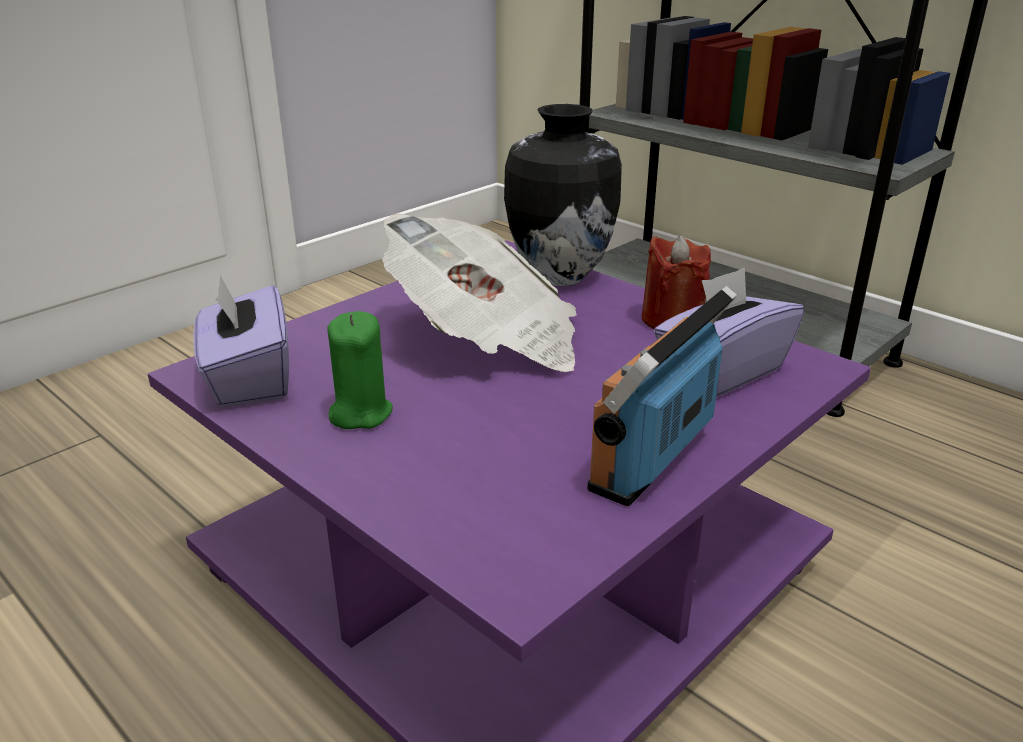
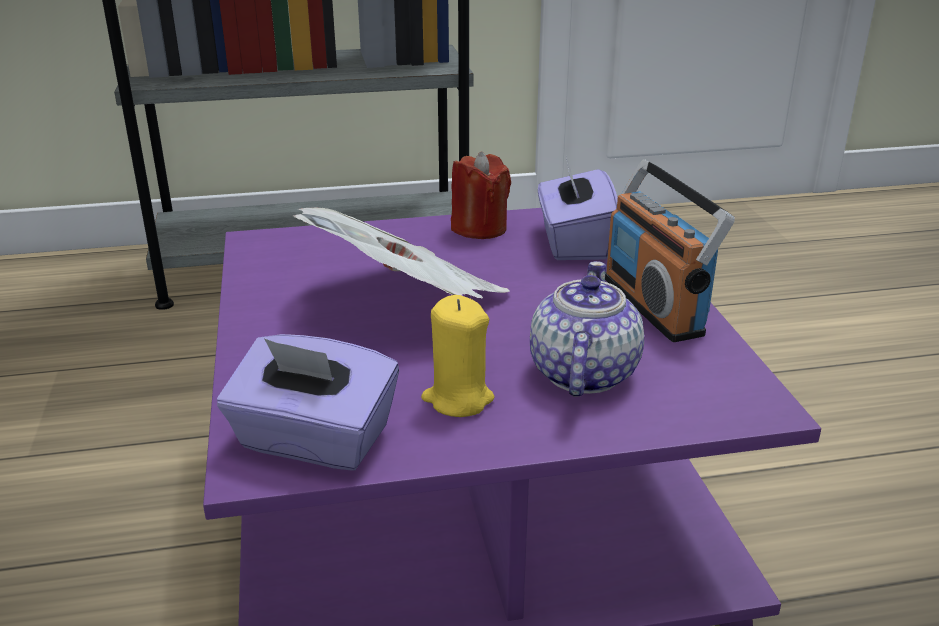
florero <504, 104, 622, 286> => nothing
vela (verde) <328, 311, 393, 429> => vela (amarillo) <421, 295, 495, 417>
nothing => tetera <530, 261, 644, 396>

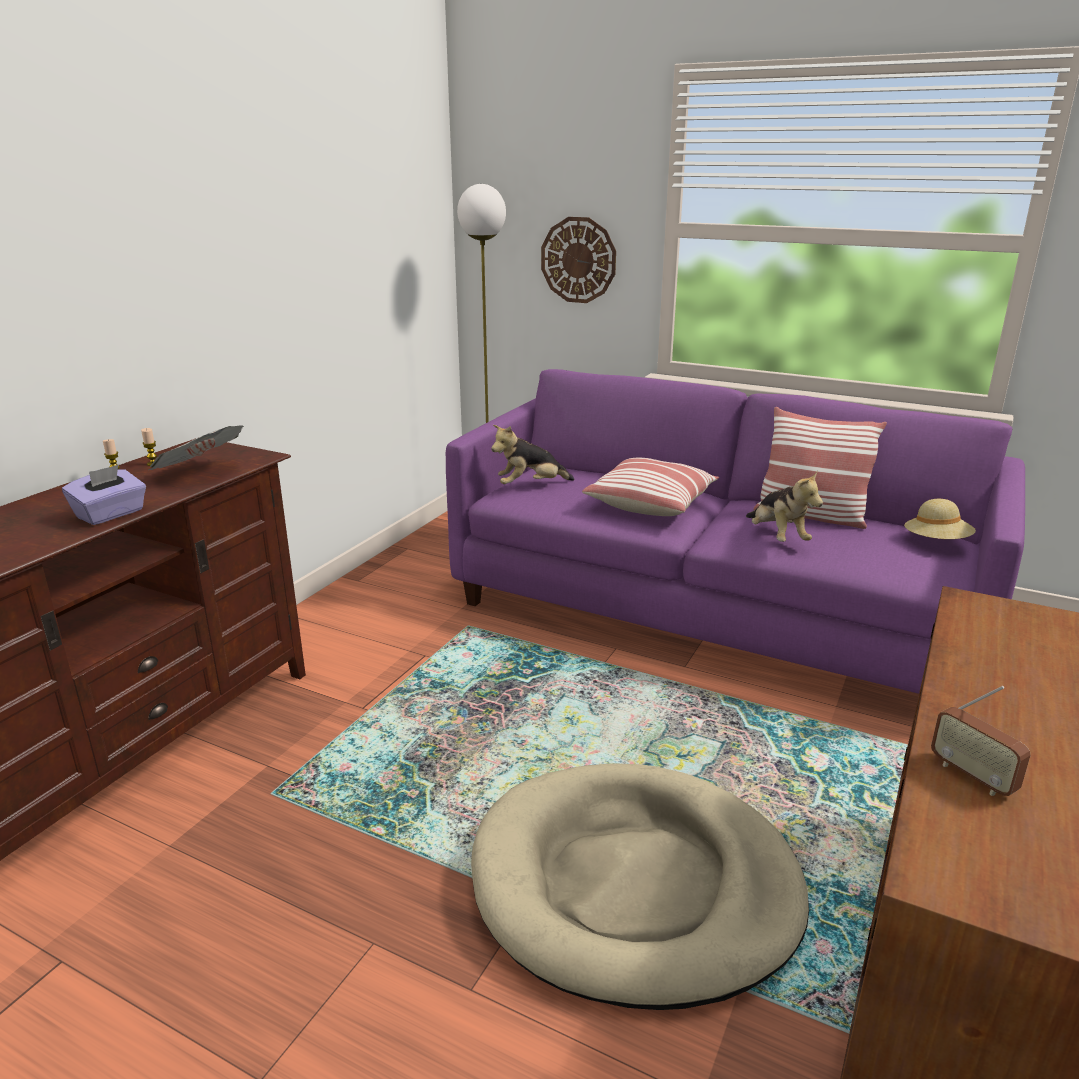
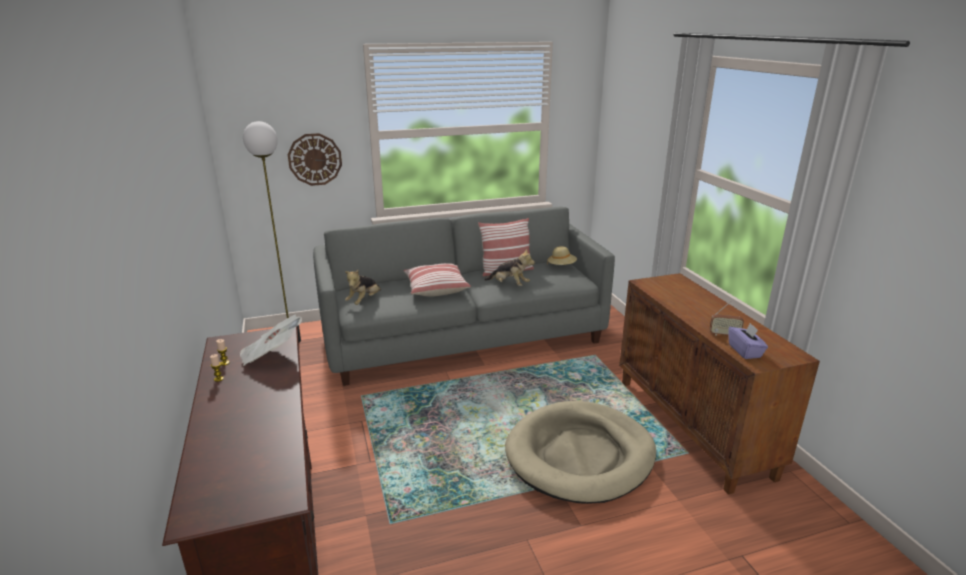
sofá (morado) <446, 369, 1025, 694> => sofá (gris) <313, 207, 615, 386>
caja de pañuelos (morado) <62, 465, 146, 525> => caja de pañuelos (morado) <728, 323, 768, 359>, move

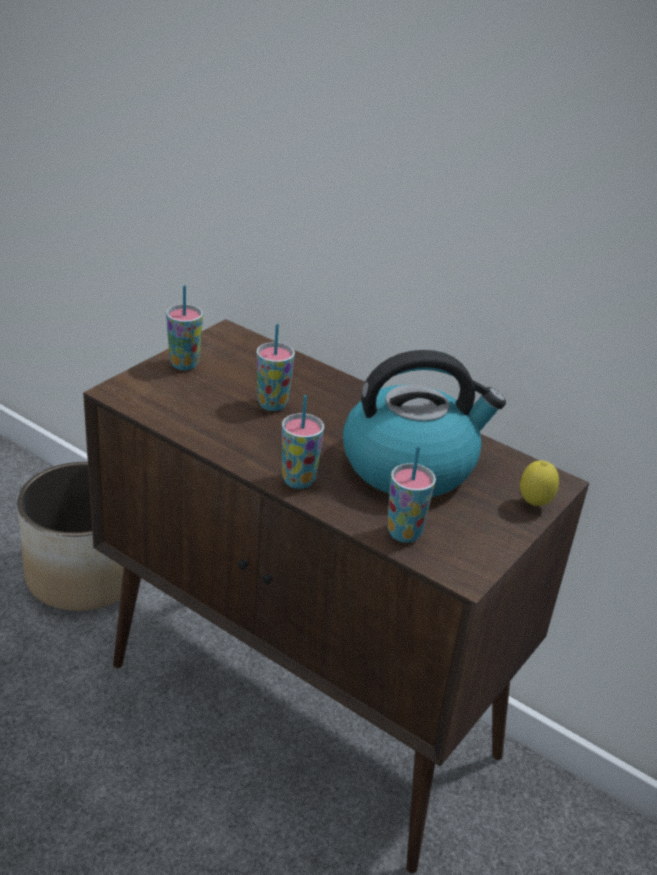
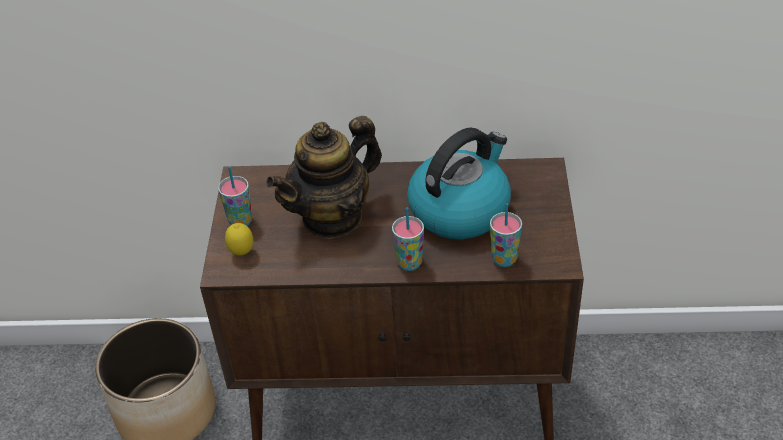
taza <256, 324, 295, 411> => tetera <266, 116, 382, 239>
limón <520, 460, 559, 506> => limón <225, 223, 254, 255>, move

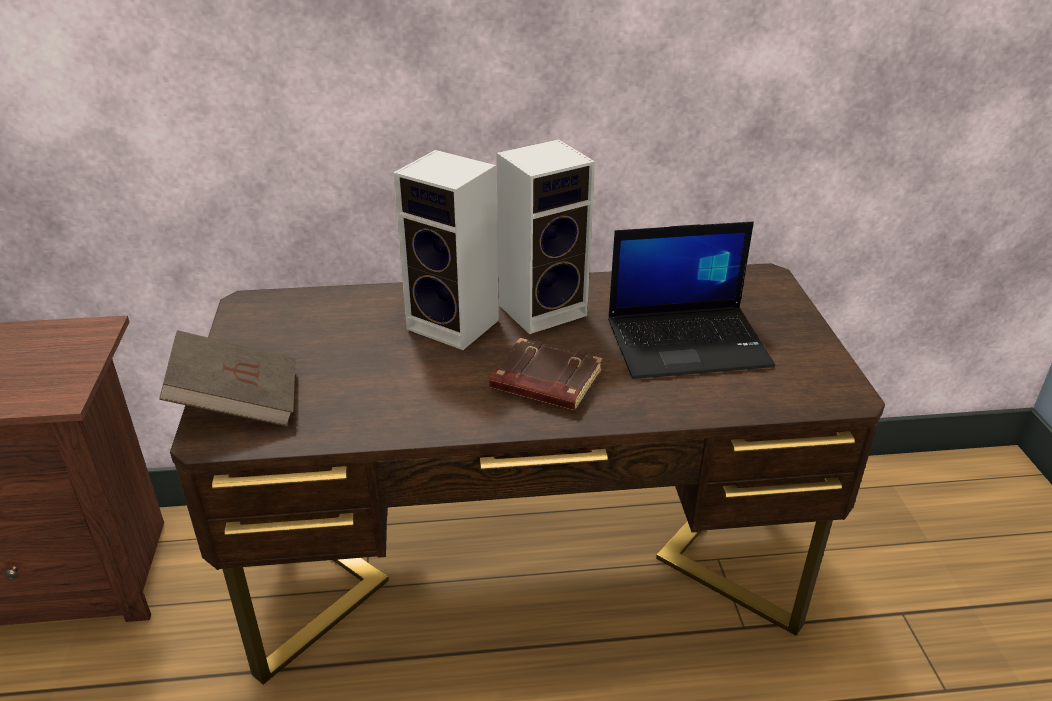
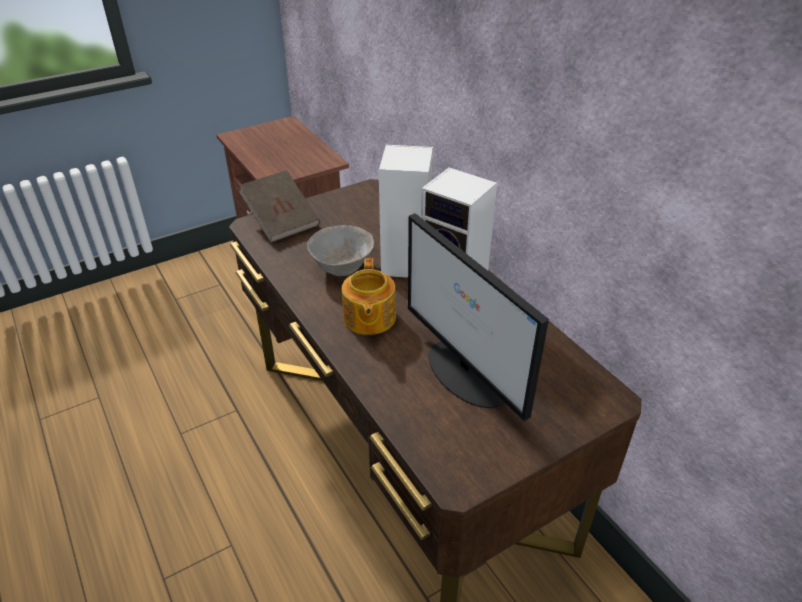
portátil <608, 221, 775, 379> => monitor <408, 213, 549, 421>
libro (marrón) <489, 338, 602, 410> => tetera <342, 258, 396, 335>
nothing => cuenco (gris) <307, 225, 374, 276>

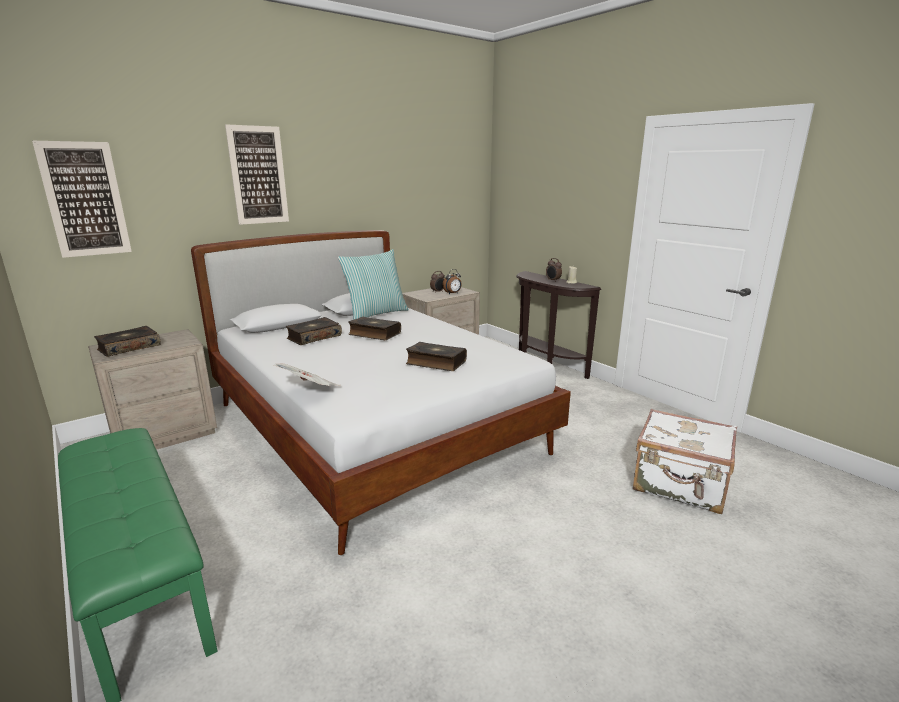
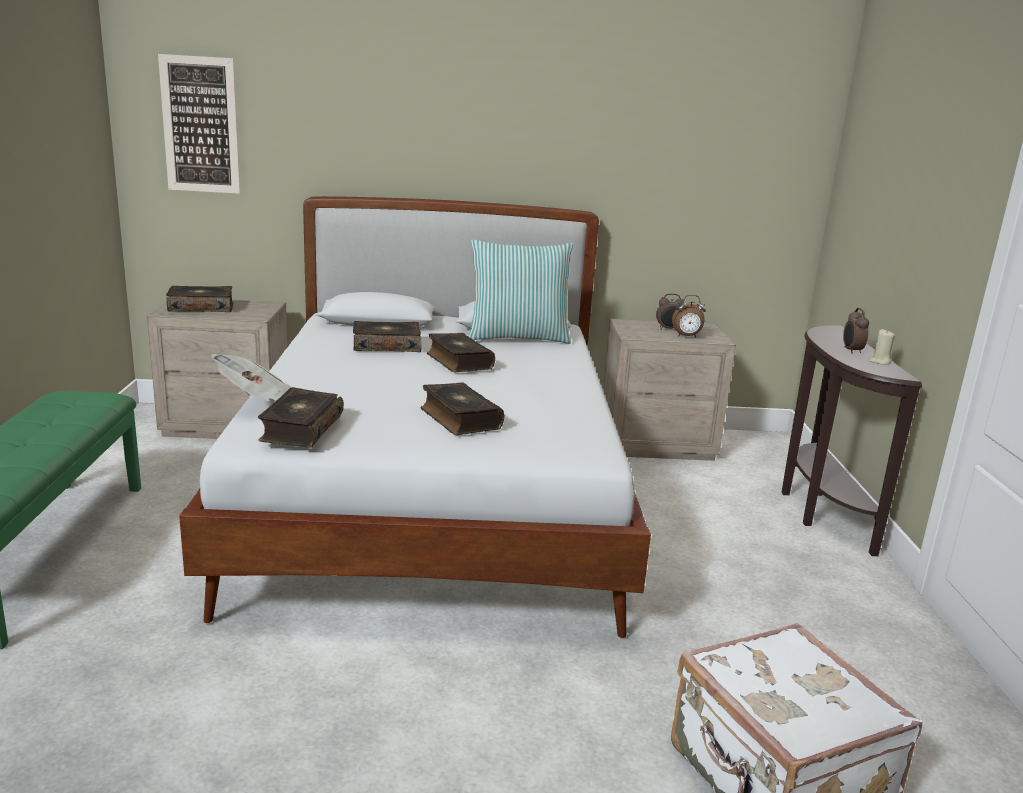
cuadro <225, 124, 289, 225> => nothing
nothing => libro <258, 387, 344, 448>

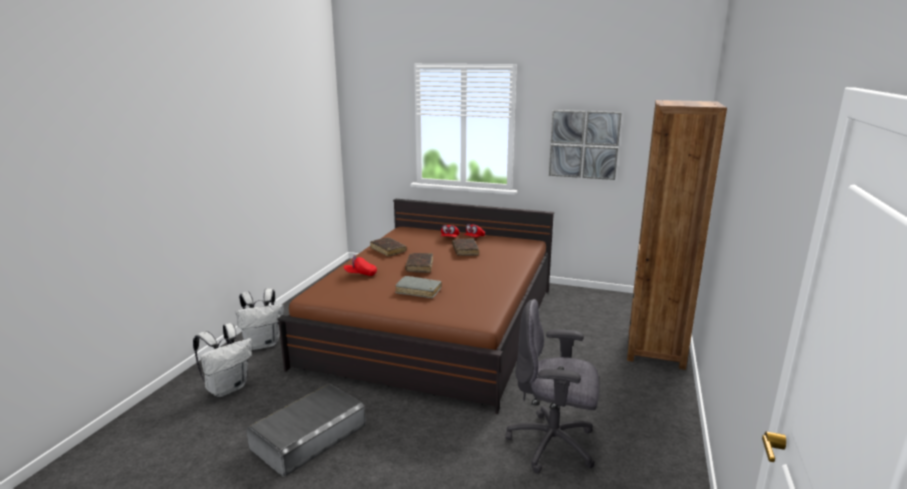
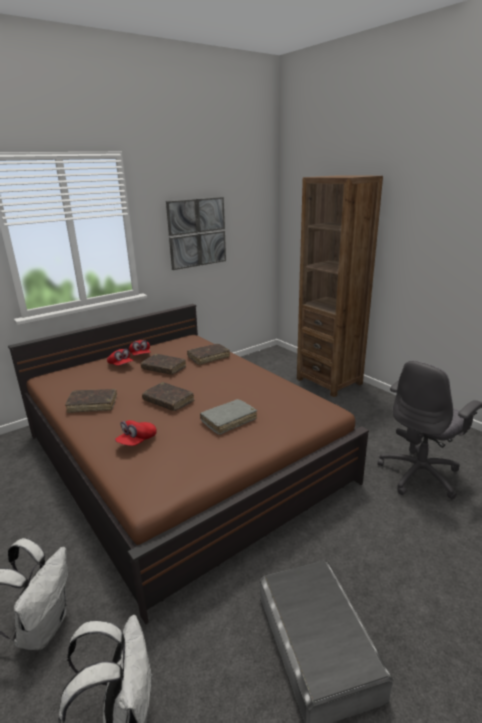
nothing => libro (marrón) <187, 344, 230, 365>

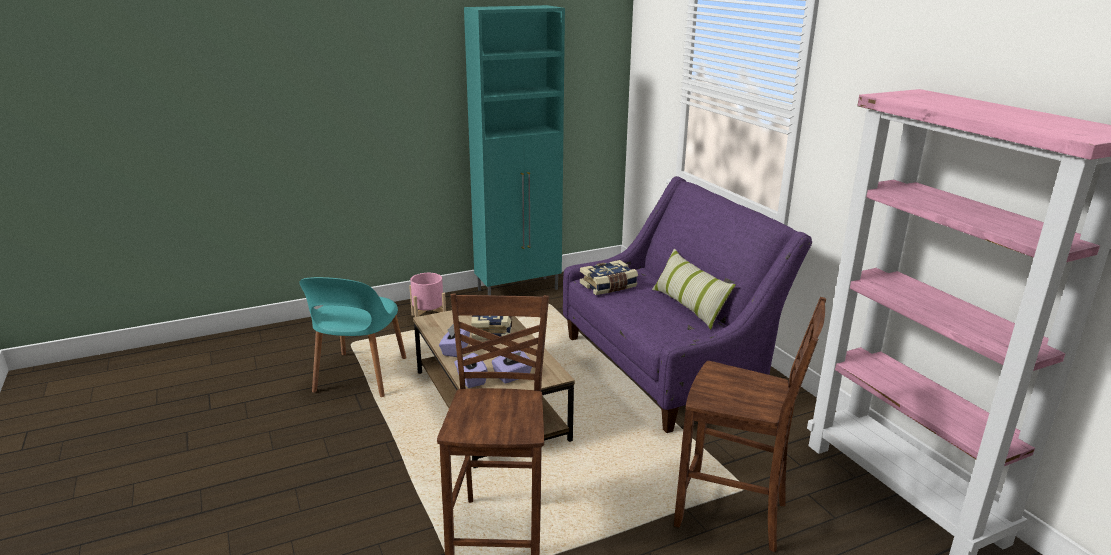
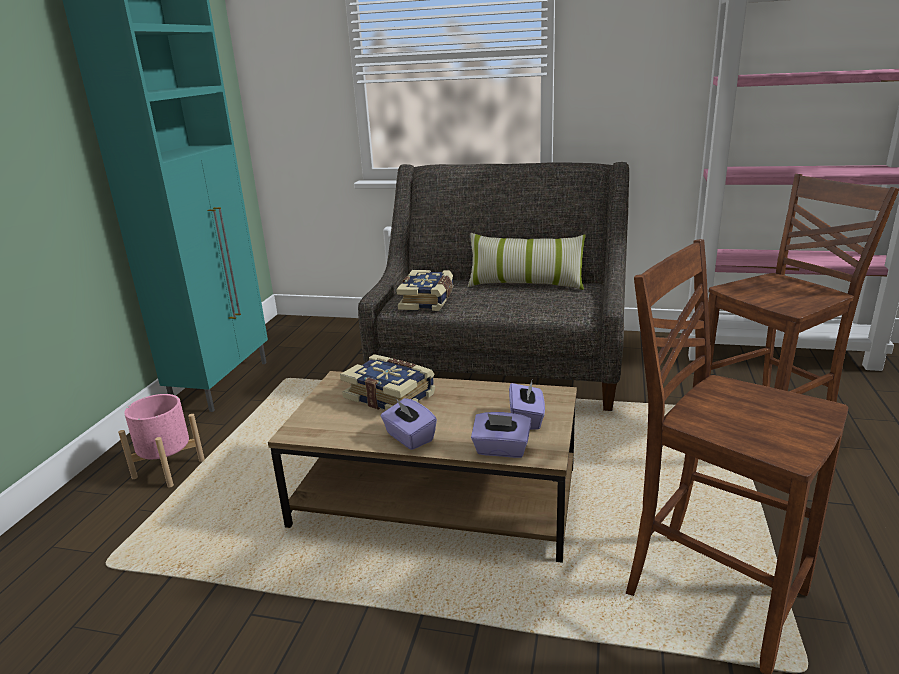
sofá (morado) <563, 176, 812, 433> => sofá (gris) <358, 162, 629, 411>
silla (turquesa) <299, 277, 407, 397> => nothing

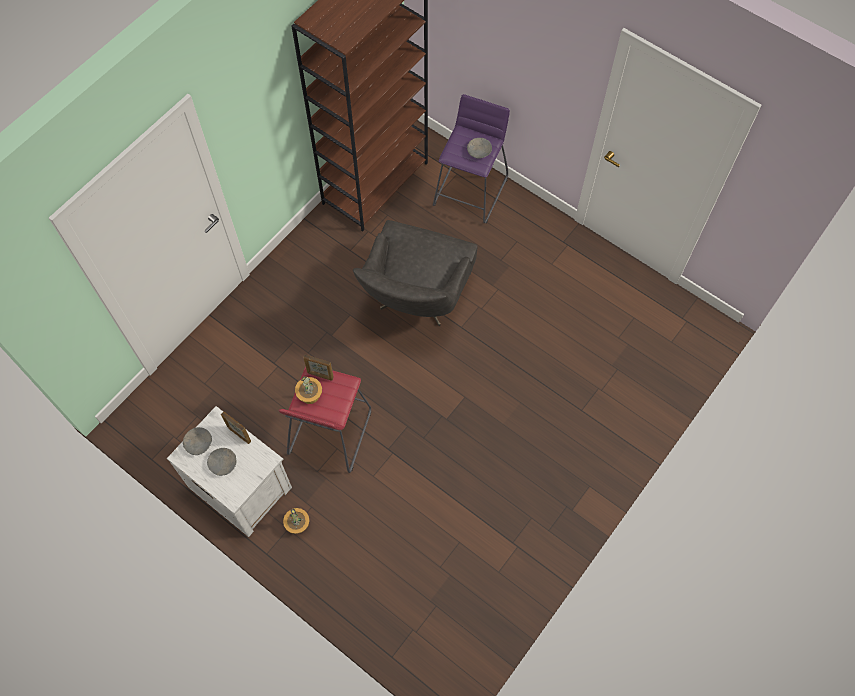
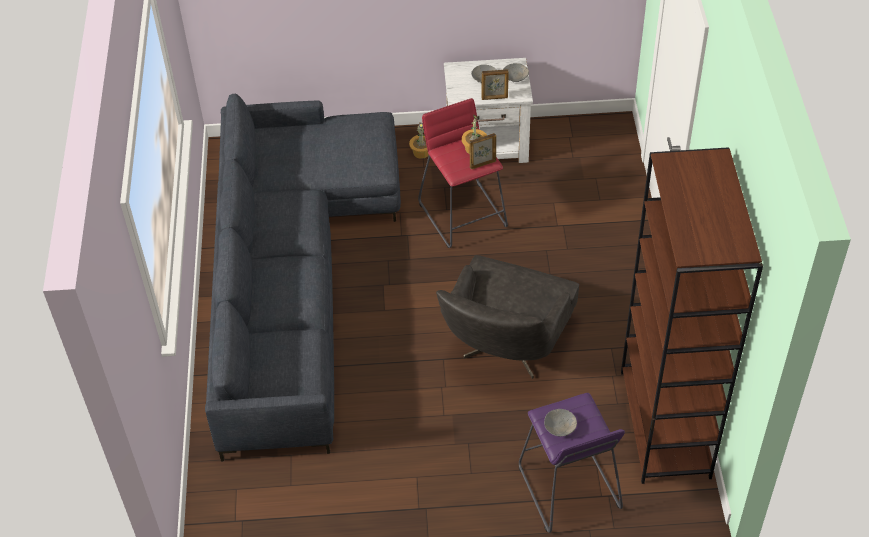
sillón (gris) <353, 220, 478, 326> => sillón (gris) <436, 255, 579, 379>, 135 degrees counterclockwise
nothing => sofá (gris) <205, 94, 401, 461>

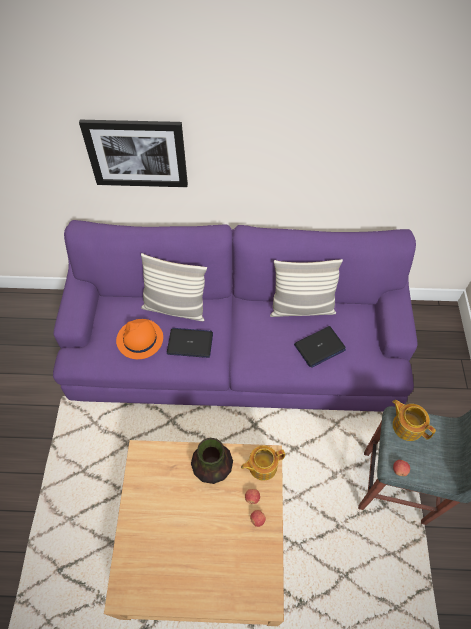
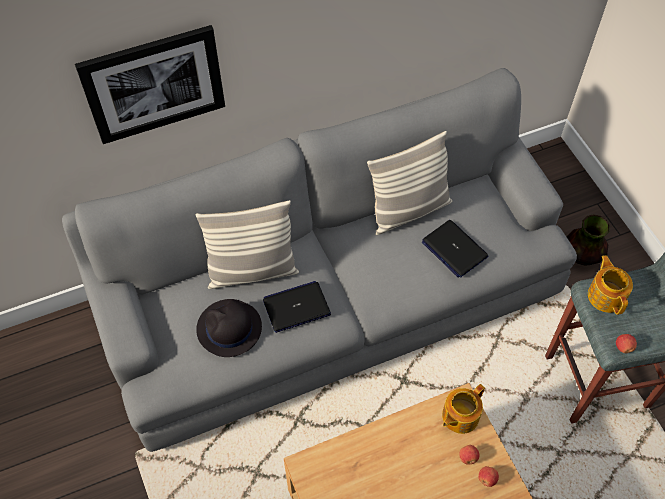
sofá (morado) <53, 220, 417, 412> => sofá (gris) <62, 68, 577, 452>
sombrero (naranja) <116, 319, 163, 359> => sombrero (negro) <196, 299, 262, 357>
portátil <294, 326, 346, 368> => portátil <422, 220, 488, 278>, 105 degrees clockwise
tetera <392, 400, 436, 441> => tetera <588, 255, 633, 315>, 60 degrees clockwise
florero <191, 438, 233, 484> => florero <567, 214, 610, 266>, move

